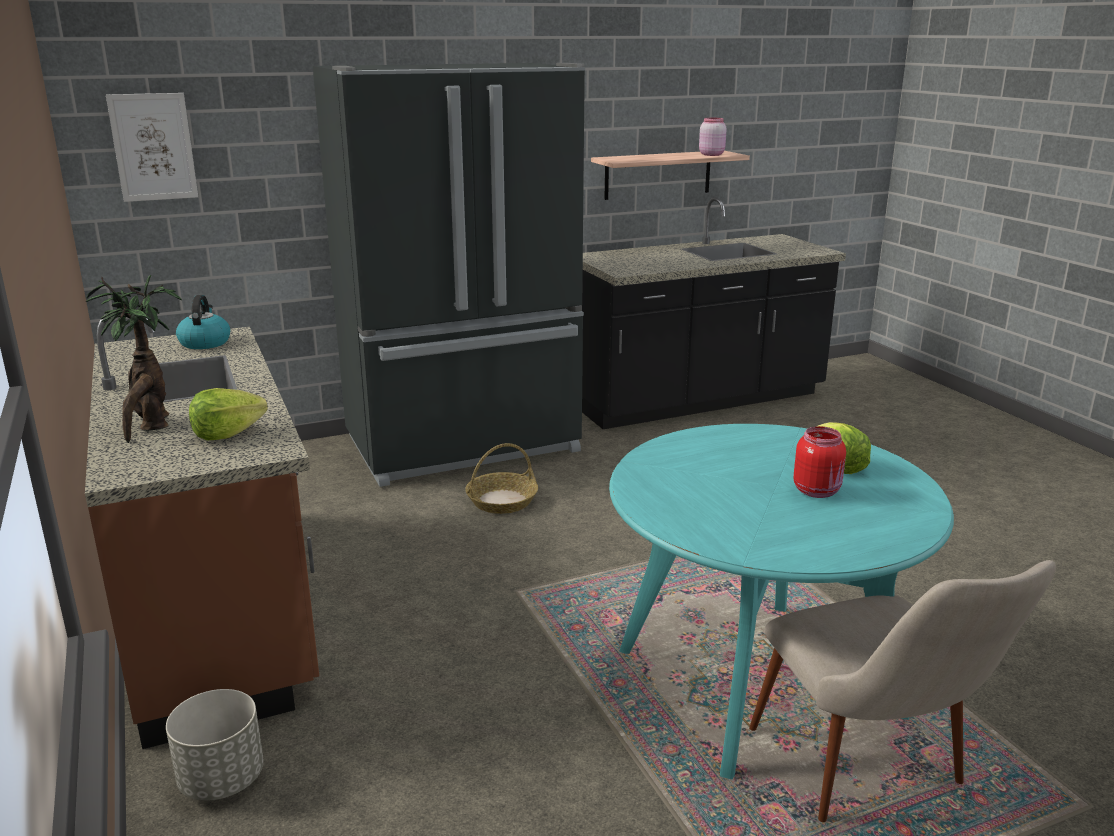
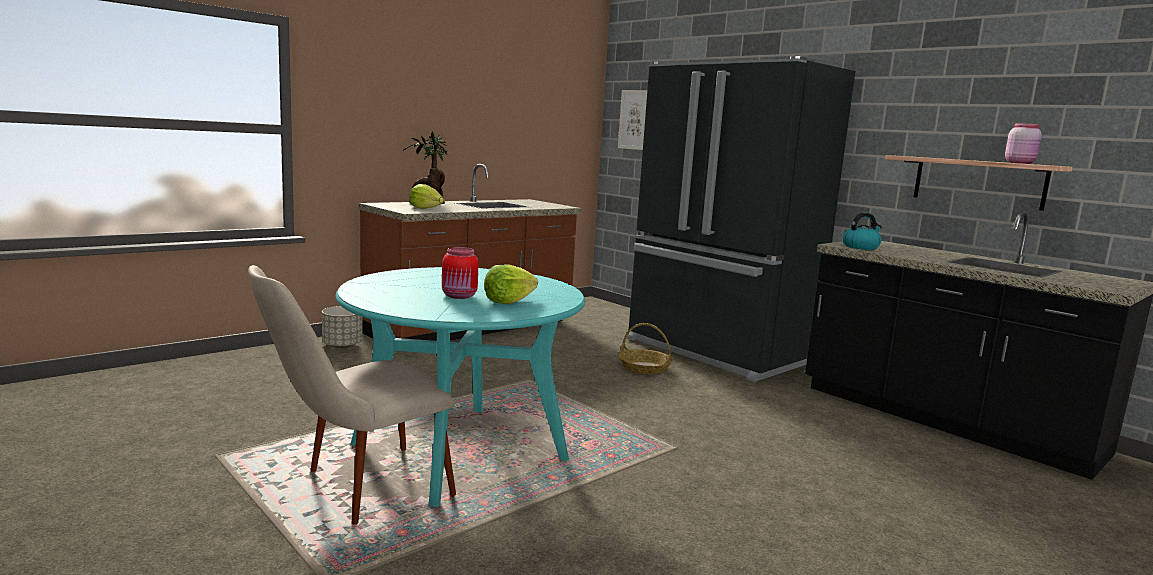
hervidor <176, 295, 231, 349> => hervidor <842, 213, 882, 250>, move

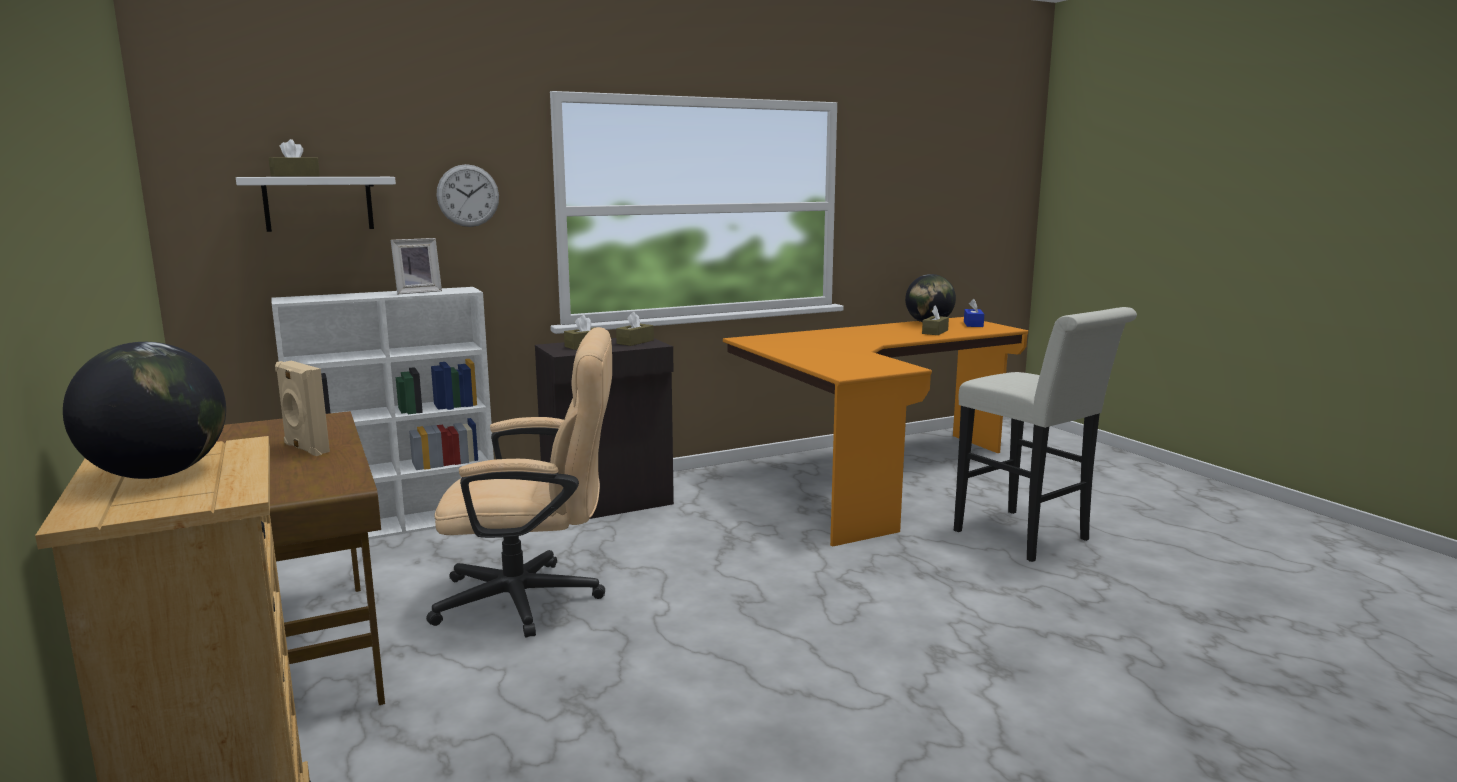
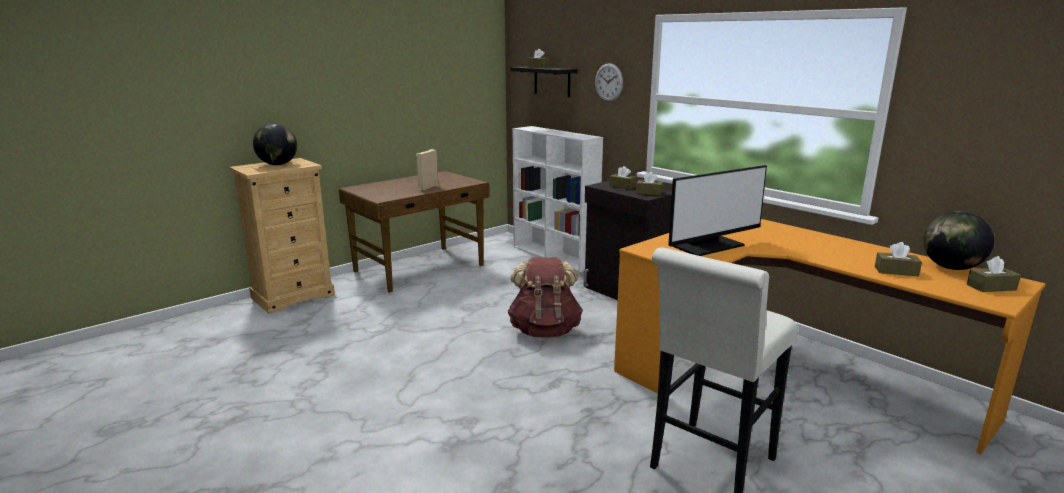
estante (blanco) <236, 177, 396, 232> => estante (negro) <510, 67, 578, 97>
portarretratos <391, 238, 442, 295> => nothing
caja de pañuelos (azul) <964, 299, 984, 327> => caja de pañuelos (marrón) <967, 256, 1021, 292>
silla de oficina (beis) <426, 327, 612, 638> => nothing
nothing => monitor <668, 165, 767, 256>
nothing => mochila (marrón) <508, 258, 583, 338>

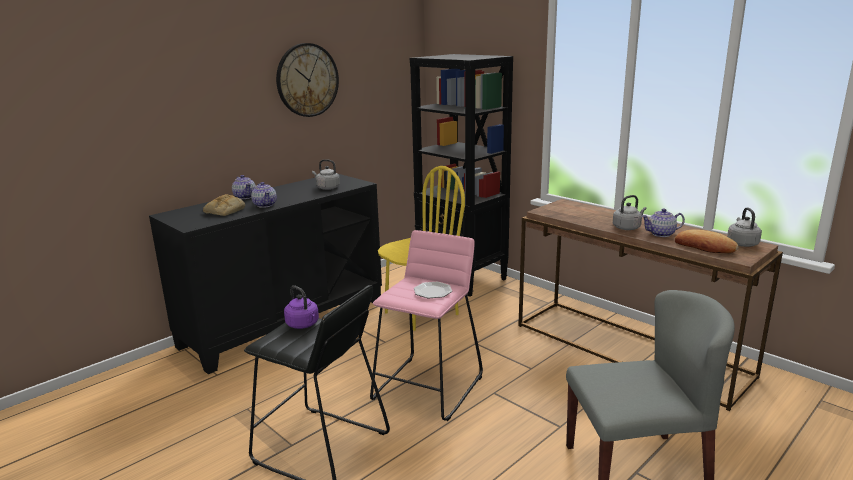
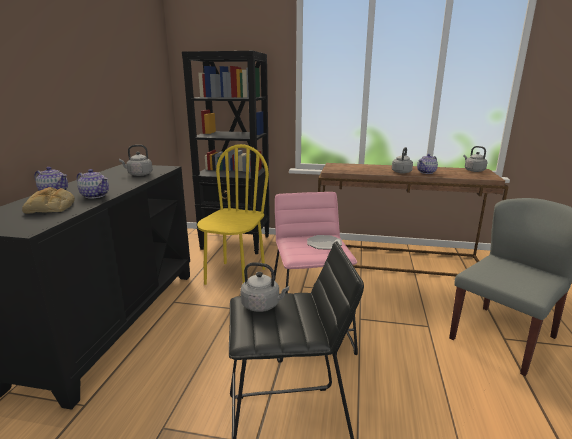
reloj de pared <276, 43, 339, 117> => nothing
pan <675, 229, 739, 253> => nothing
hervidor (morado) <284, 285, 319, 329> => hervidor (gris) <240, 262, 289, 312>

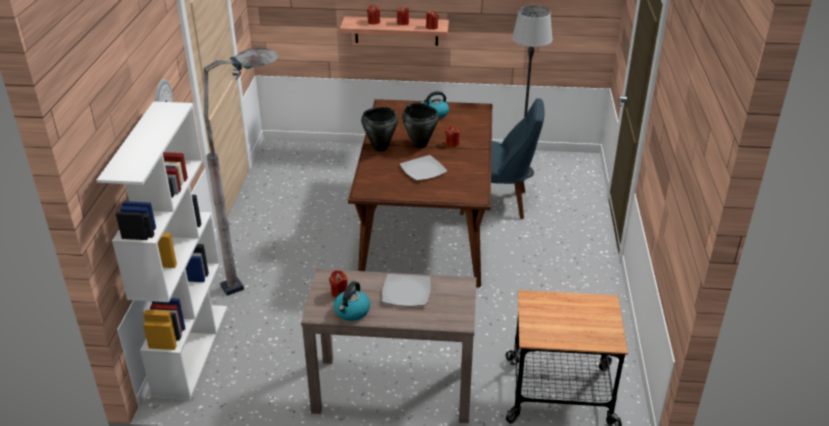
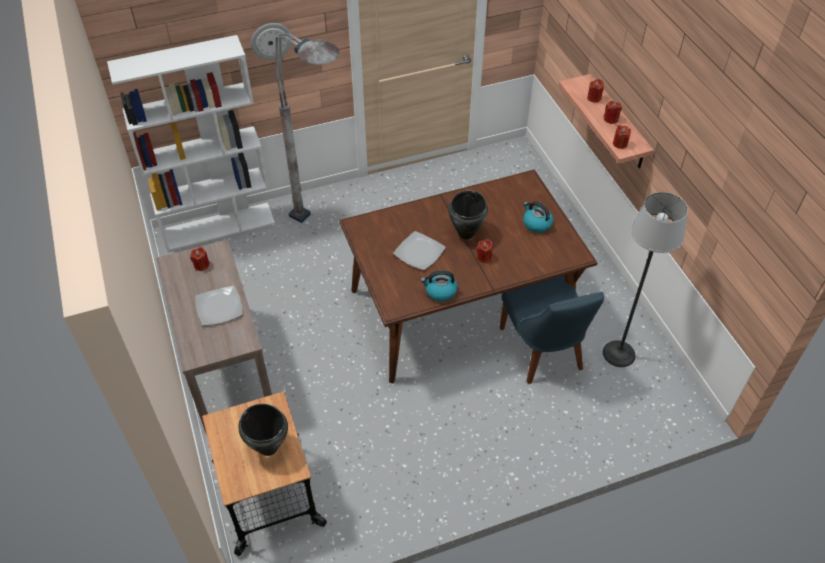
olla (negro) <361, 107, 398, 151> => olla (negro) <238, 404, 288, 456>, move
hervidor <334, 281, 370, 321> => hervidor <421, 270, 458, 302>, move

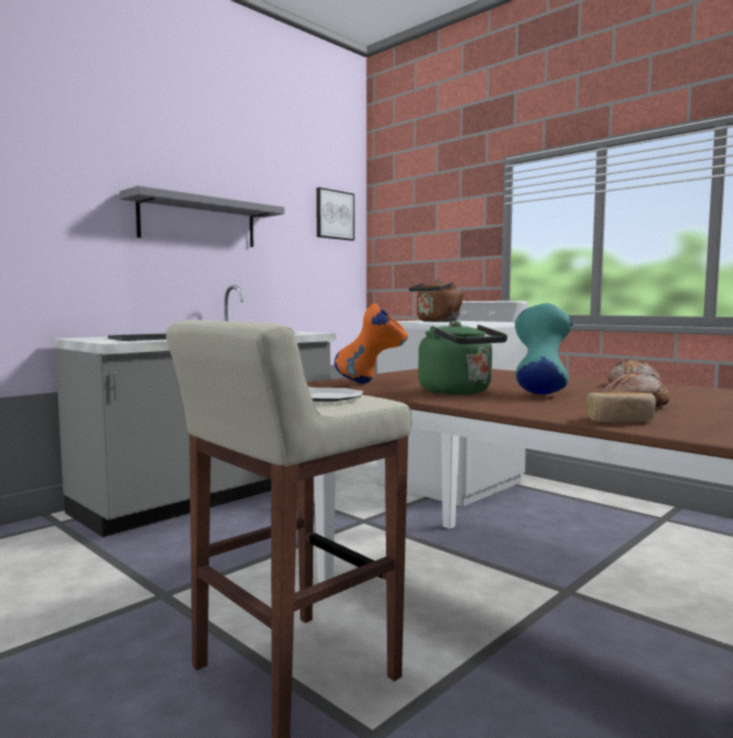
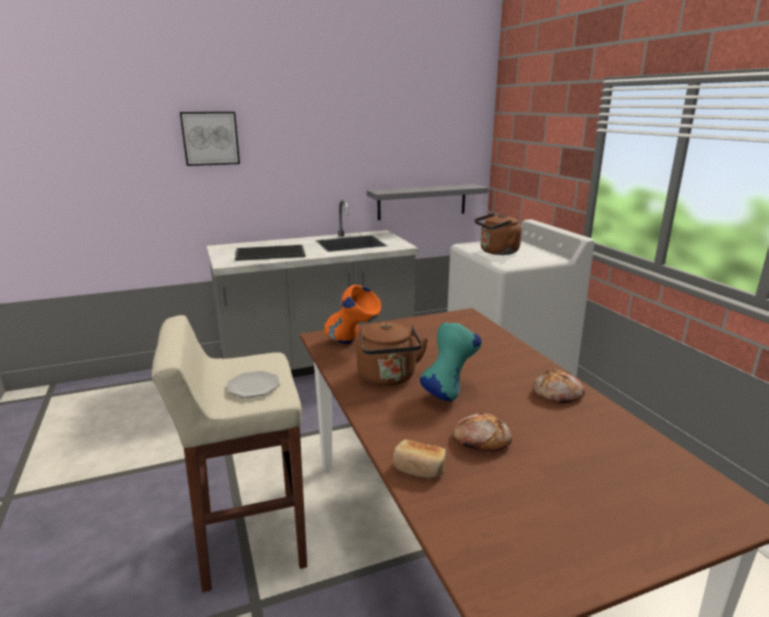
estante (gris) <119, 186, 284, 247> => estante (gris) <367, 184, 489, 220>, move
cuadro <316, 187, 355, 241> => cuadro <180, 112, 240, 166>, move
hervidor (verde) <418, 321, 507, 395> => hervidor (marrón) <357, 322, 428, 386>

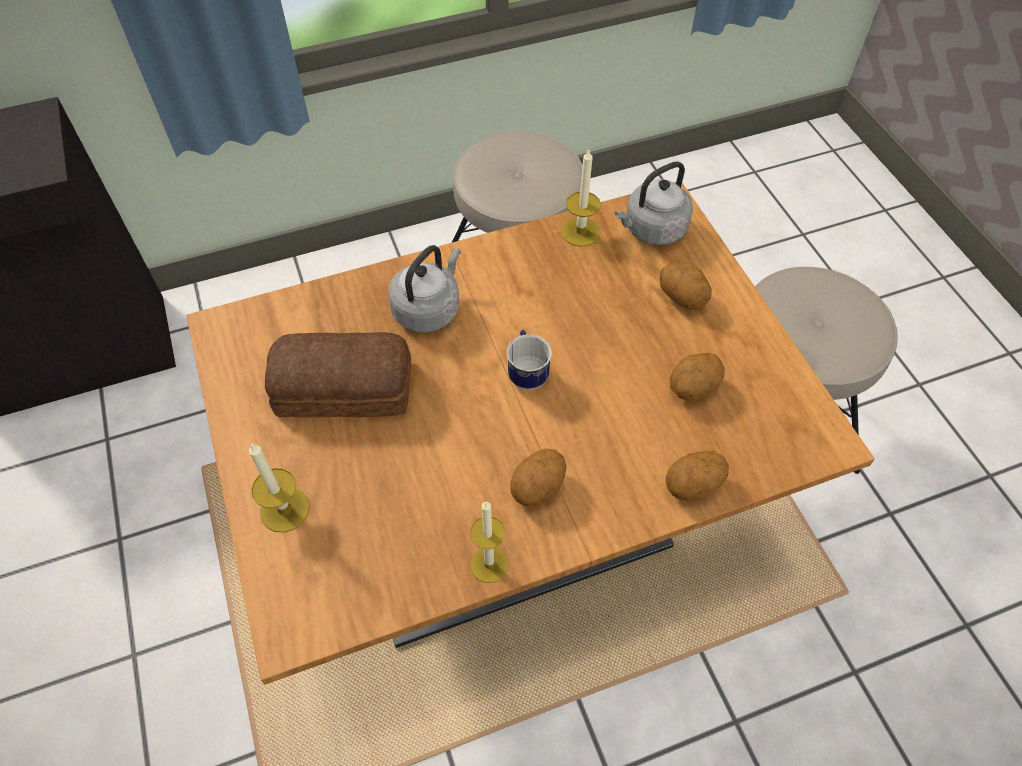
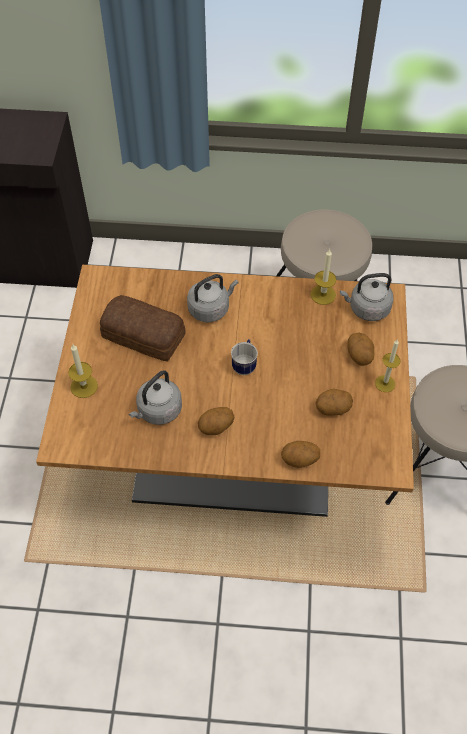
vela <470, 501, 508, 583> => vela <375, 340, 401, 392>, move
nothing => hervidor (gris) <129, 370, 182, 425>

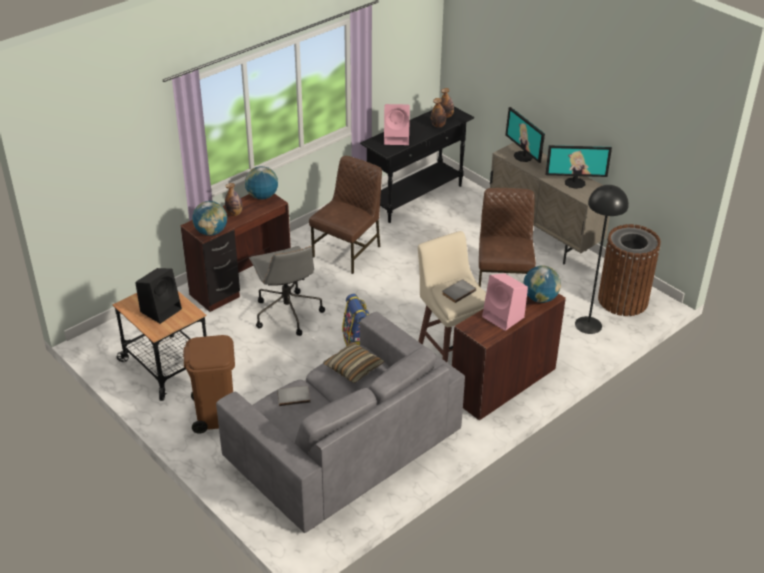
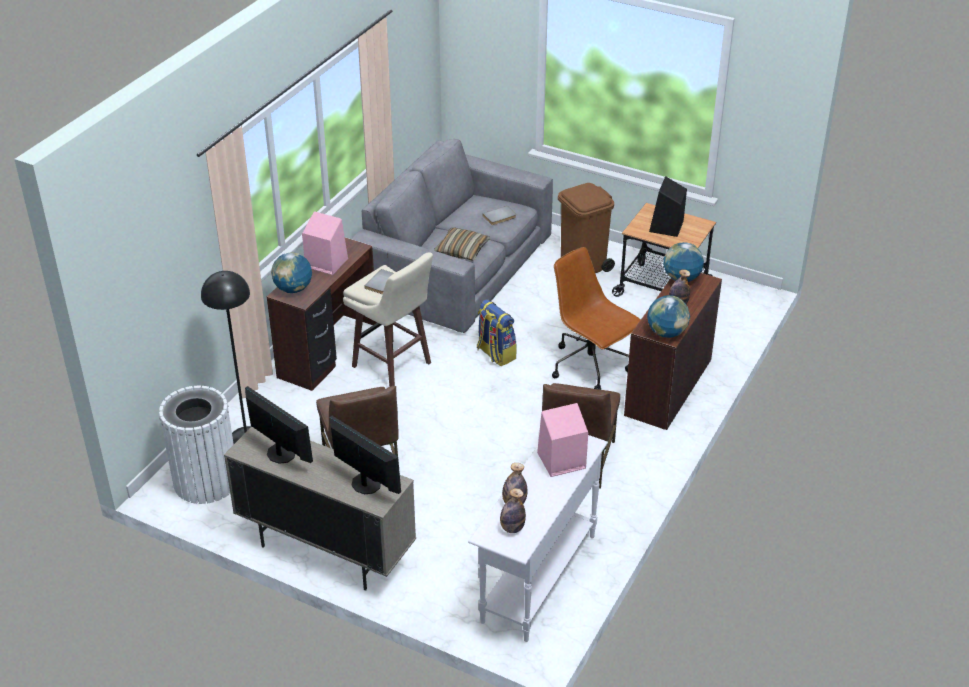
mesa consola (negro) <360, 107, 474, 223> => mesa consola (blanco) <468, 435, 608, 642>
monitor <546, 145, 612, 189> => monitor <245, 386, 313, 464>, 60 degrees clockwise
papelera (marrón) <598, 224, 661, 316> => papelera (blanco) <159, 386, 234, 504>
silla de oficina (gris) <249, 246, 325, 336> => silla de oficina (marrón) <552, 247, 641, 390>

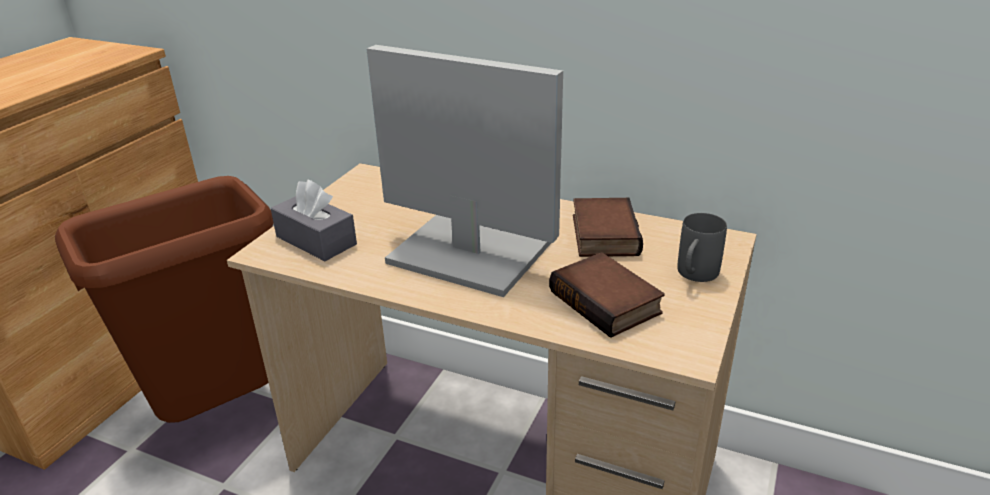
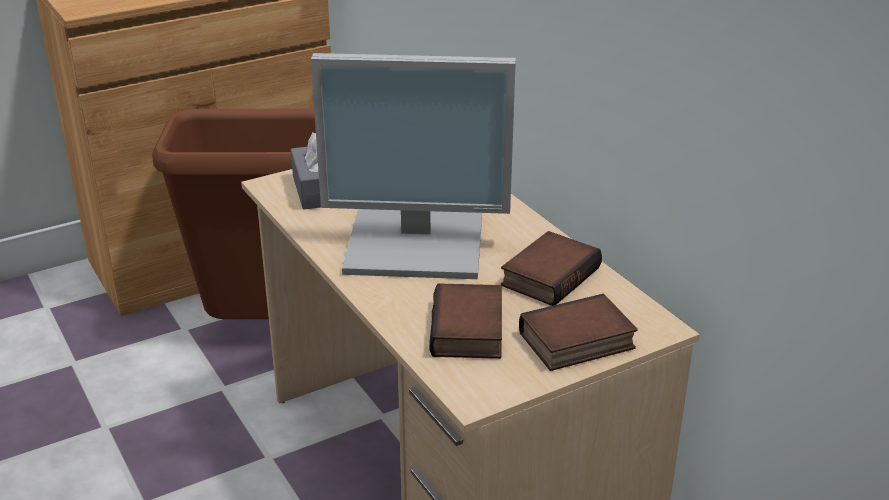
monitor <366, 45, 563, 297> => monitor <311, 53, 516, 279>, 120 degrees clockwise
taza grande (gris) <678, 213, 727, 282> => libro <519, 294, 638, 371>

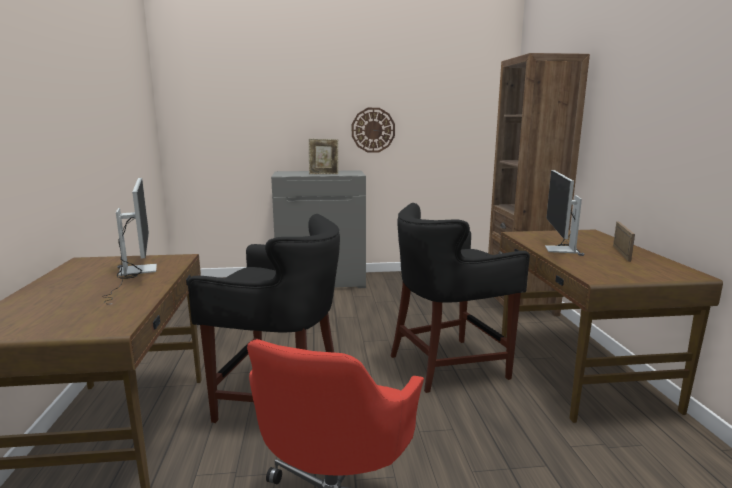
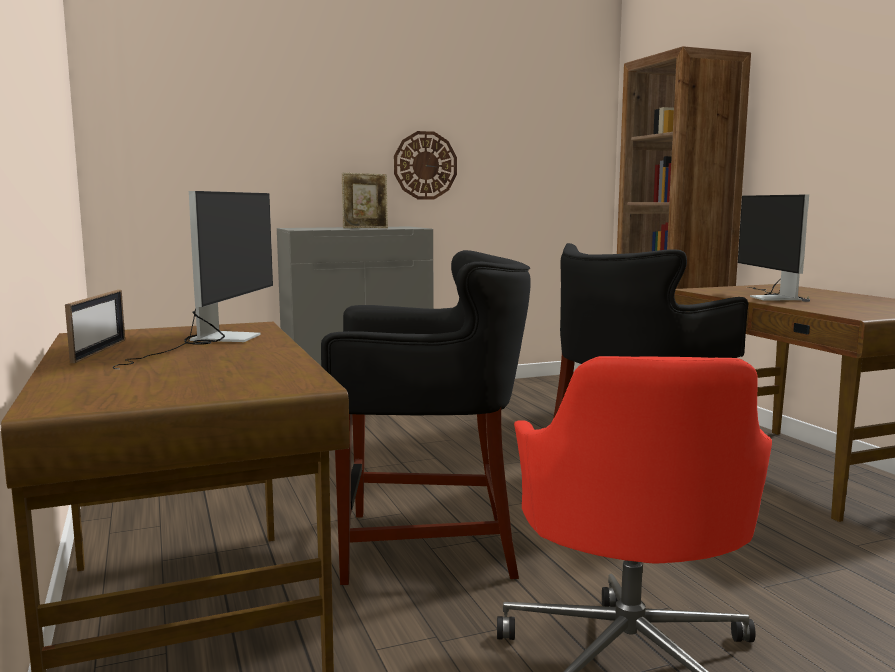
monitor <102, 178, 157, 304> => monitor <113, 191, 273, 369>, 45 degrees clockwise
portarretratos <613, 221, 635, 262> => portarretratos <65, 290, 125, 363>, move

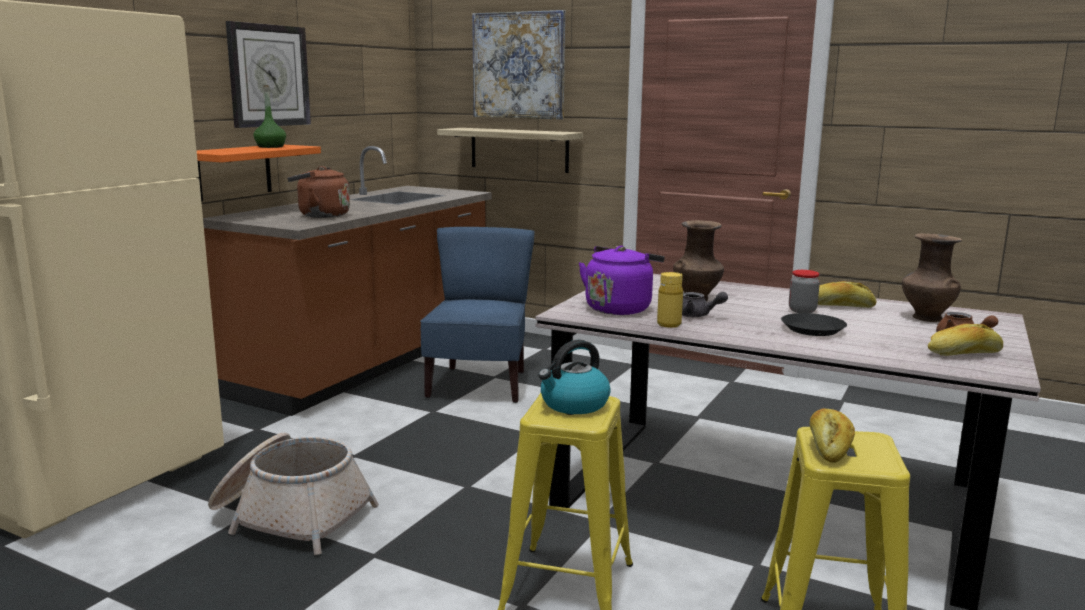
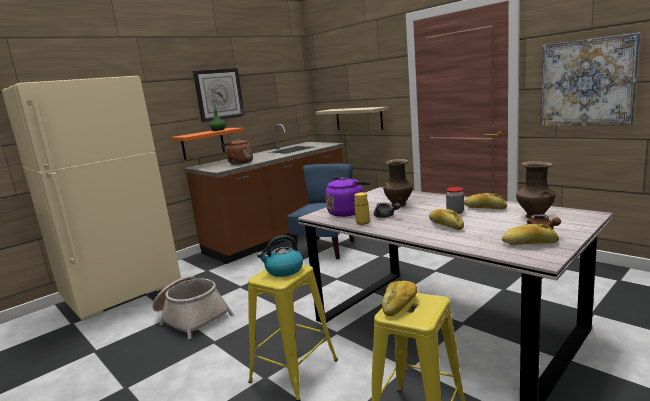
cuadro <472, 10, 565, 119> => cuadro <541, 32, 640, 126>, move
plato (negro) <781, 313, 847, 336> => pan <429, 209, 464, 230>

